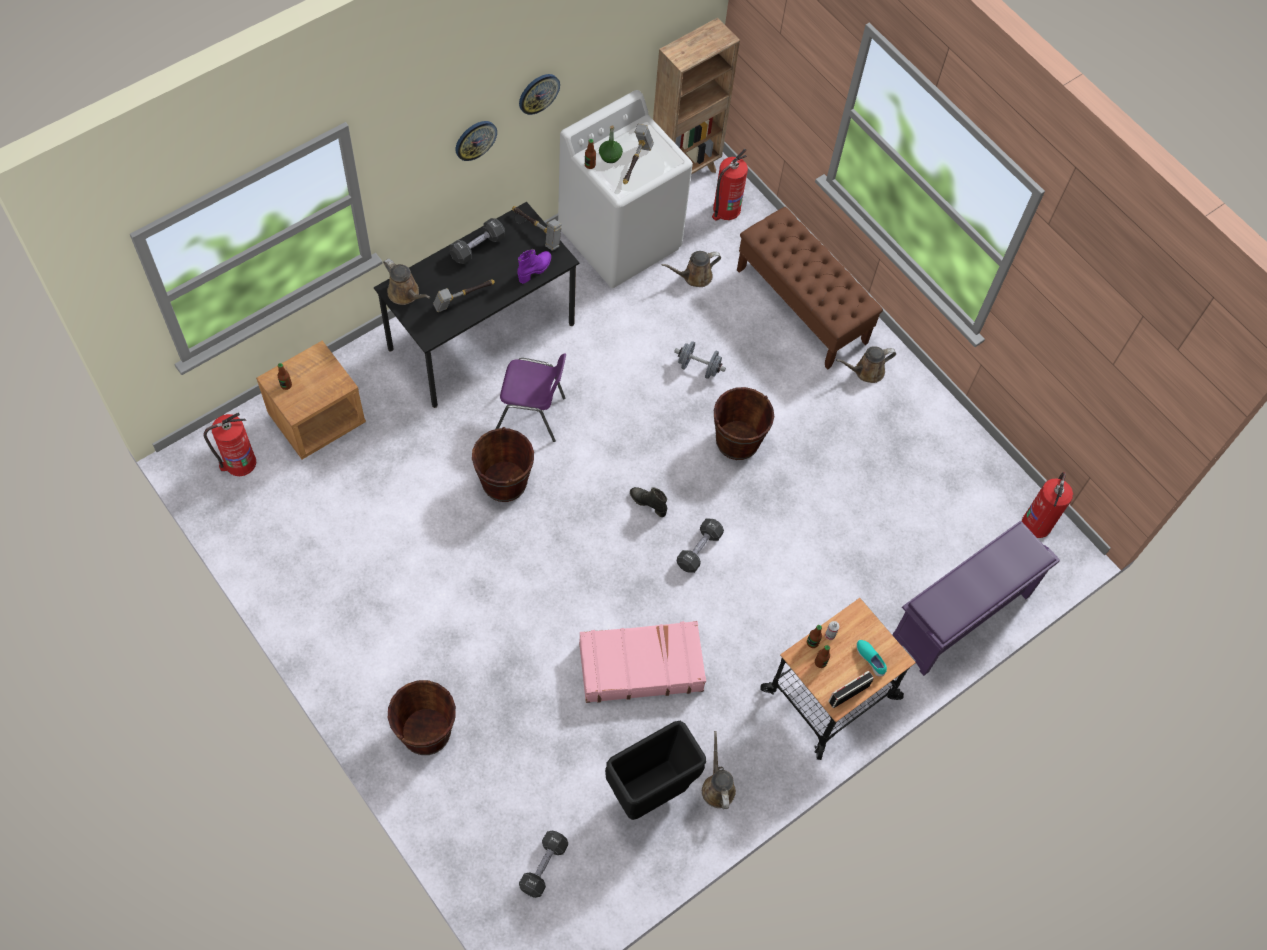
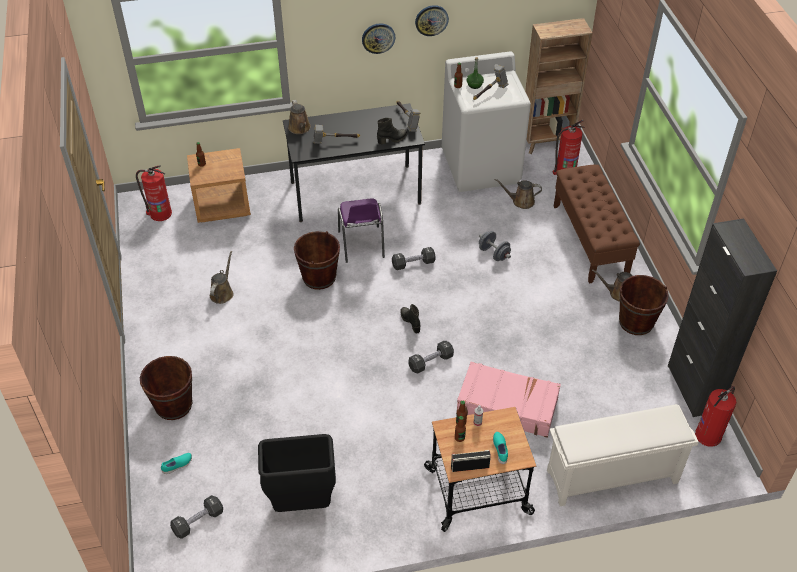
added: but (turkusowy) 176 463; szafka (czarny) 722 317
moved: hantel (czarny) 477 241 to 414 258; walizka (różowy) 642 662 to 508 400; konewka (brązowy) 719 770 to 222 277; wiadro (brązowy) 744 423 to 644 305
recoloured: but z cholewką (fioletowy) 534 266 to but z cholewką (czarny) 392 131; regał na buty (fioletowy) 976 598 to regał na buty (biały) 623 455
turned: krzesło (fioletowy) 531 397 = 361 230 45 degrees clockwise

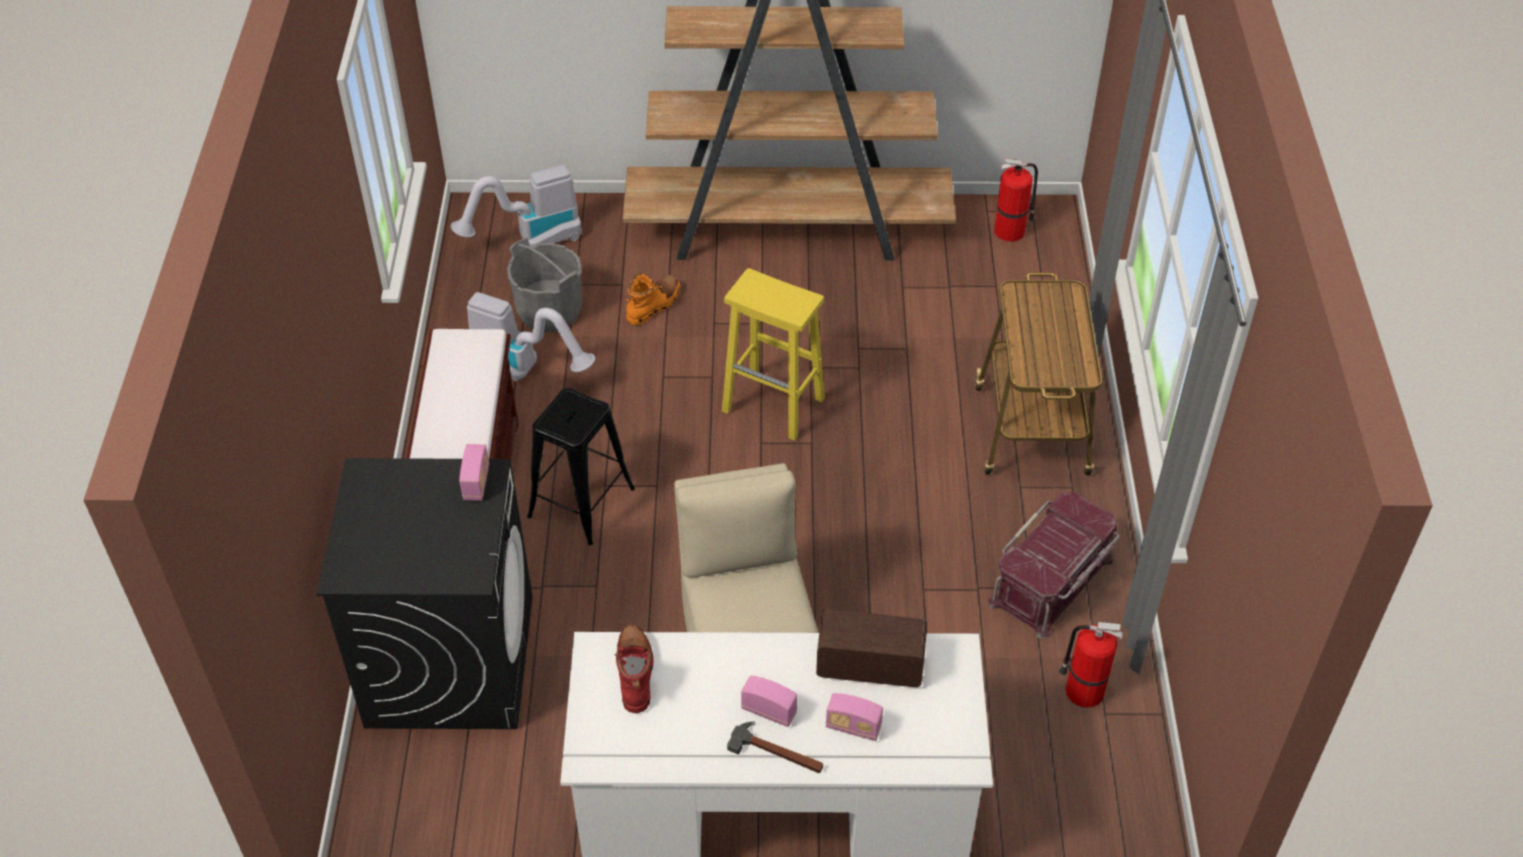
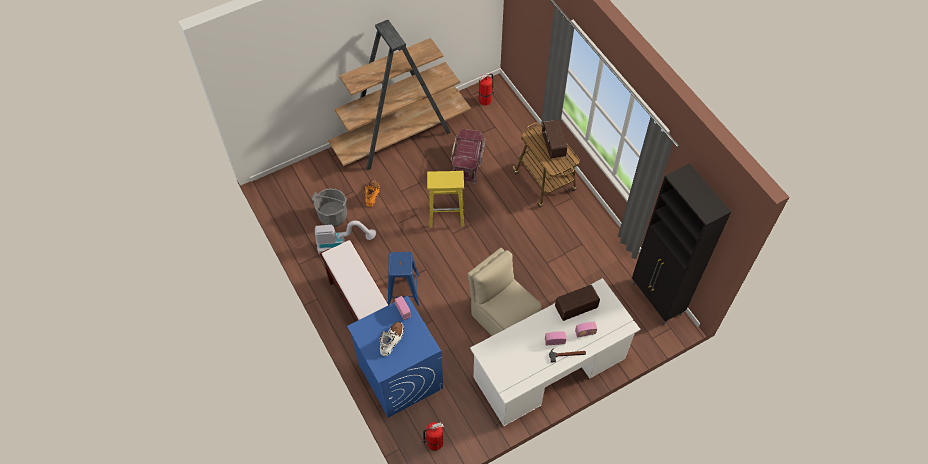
removed: odkurzacz 516 206; but z cholewką (czerwony) 634 669
added: but z cholewką (biały) 392 339; radio 554 139; szafka (czarny) 681 244
moved: pojemnik do przechowywania (czerwony) 1053 565 to 468 156; gaśnica 1091 665 to 433 436
recoloured: pralka (czarny) 425 593 to pralka (niebieski) 395 357; stołek (czarny) 581 466 to stołek (niebieski) 403 279

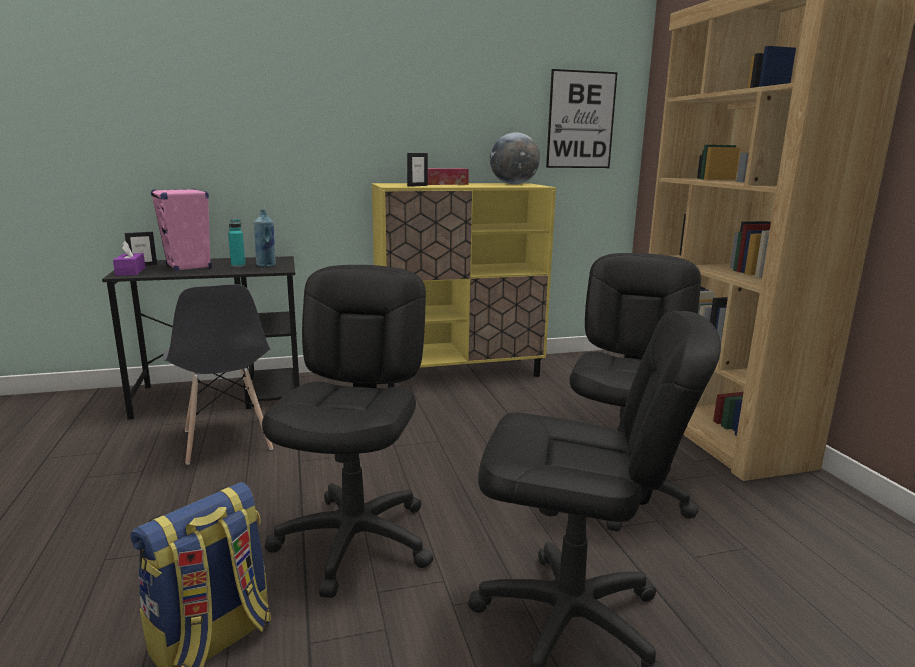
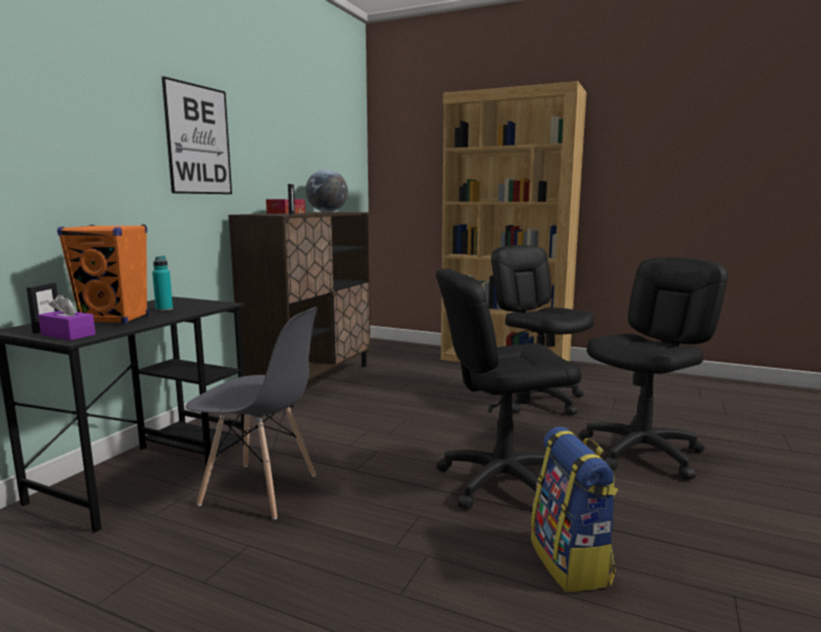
removed: butelka (niebieski) 265 238
moved: obraz 581 118 to 197 135
recoloured: głośnik (różowy) 181 230 to głośnik (pomarańczowy) 103 274; szafka (żółty) 464 285 to szafka (brązowy) 299 310
turned: krzesło biurowe (czarny) 347 431 = 509 389 60 degrees counterclockwise

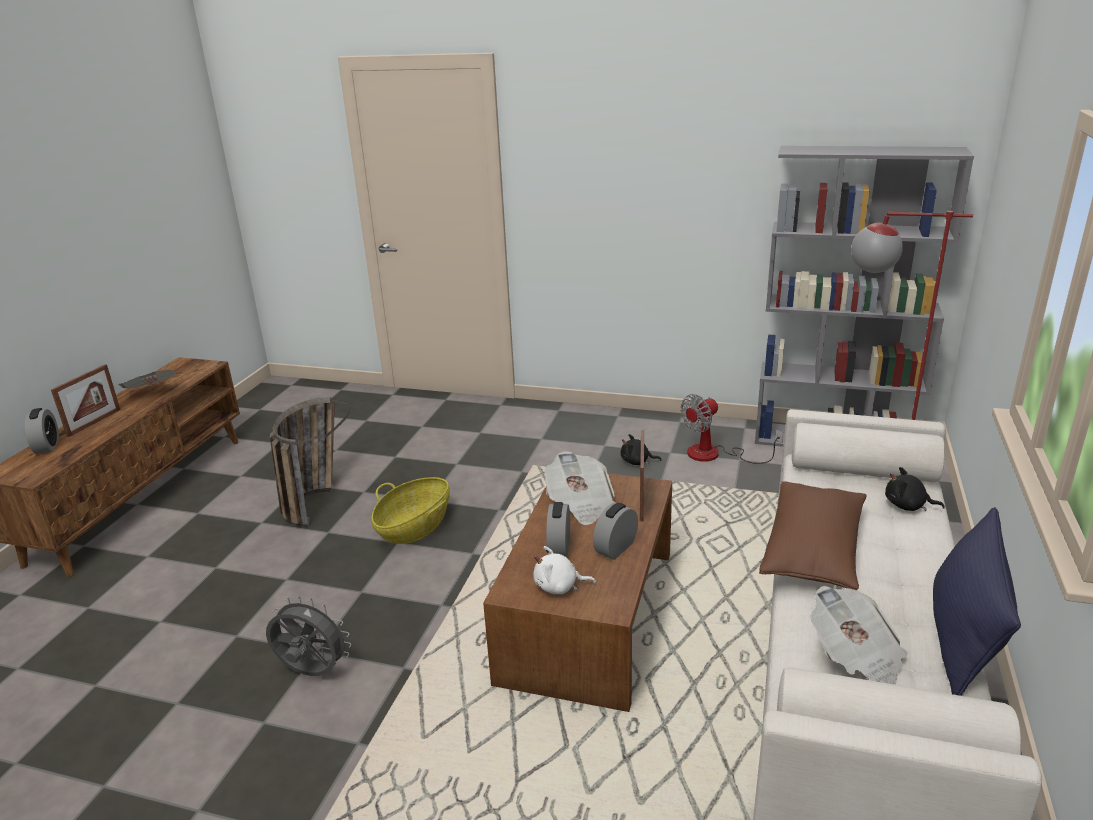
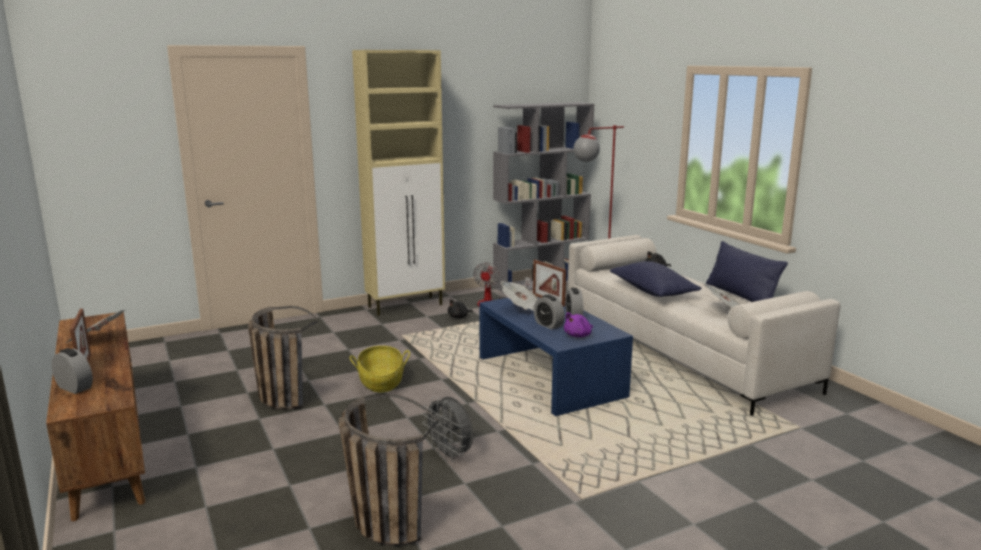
added: koszyk 388 470; szafka (beżowy) 398 183
recoloured: ława (brązowy) 577 592 to ława (niebieski) 556 356; pluszak (biały) 564 570 to pluszak (fioletowy) 578 324; poduszka (brązowy) 813 536 to poduszka (niebieski) 655 279
turned: wentylator (szary) 308 636 = 447 429 105 degrees counterclockwise

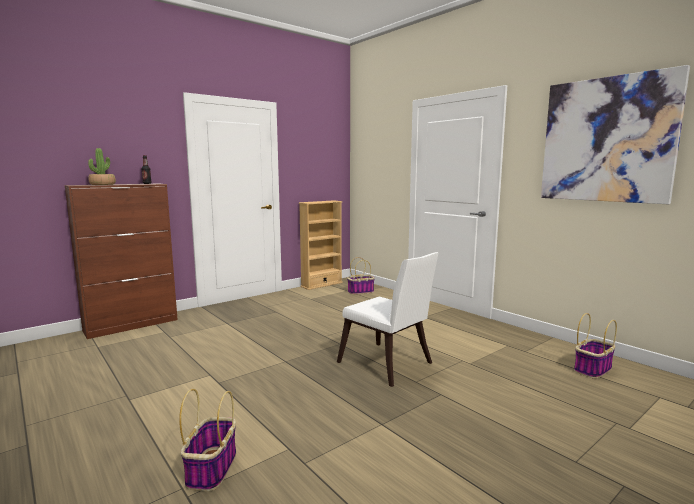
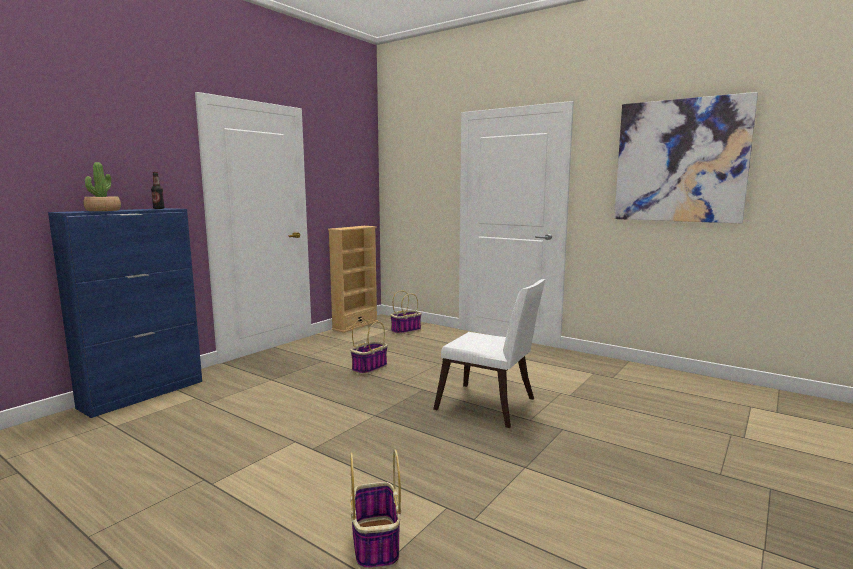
moved: koszyk 595 346 to 369 346
recoloured: szafka (brązowy) 121 261 to szafka (niebieski) 125 313

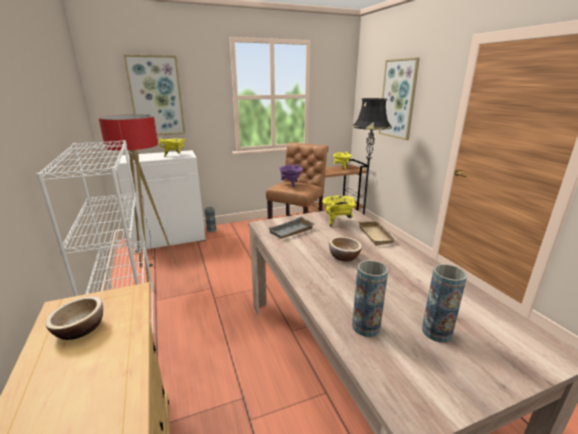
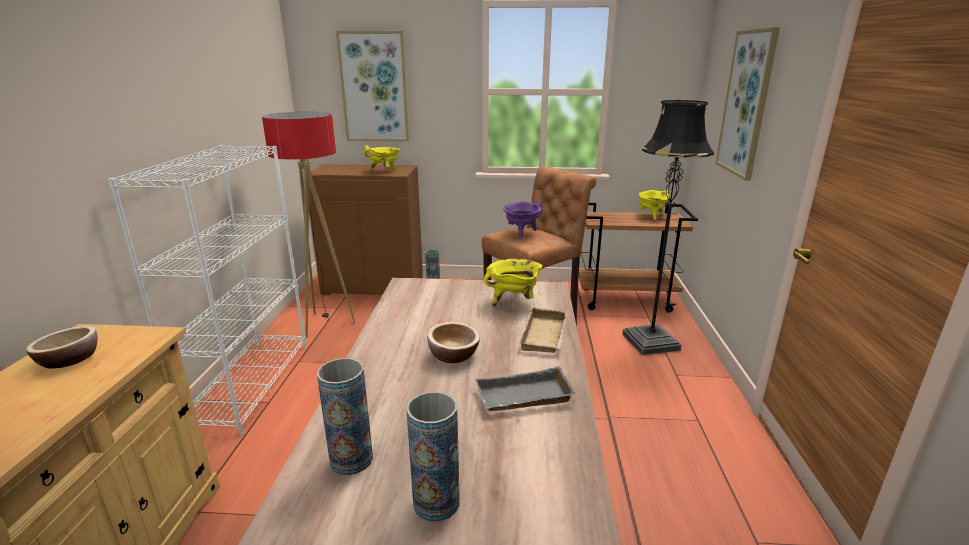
moved: taca (szary) 292 227 to 526 388
recoloured: szafka (biały) 161 201 to szafka (brązowy) 366 229

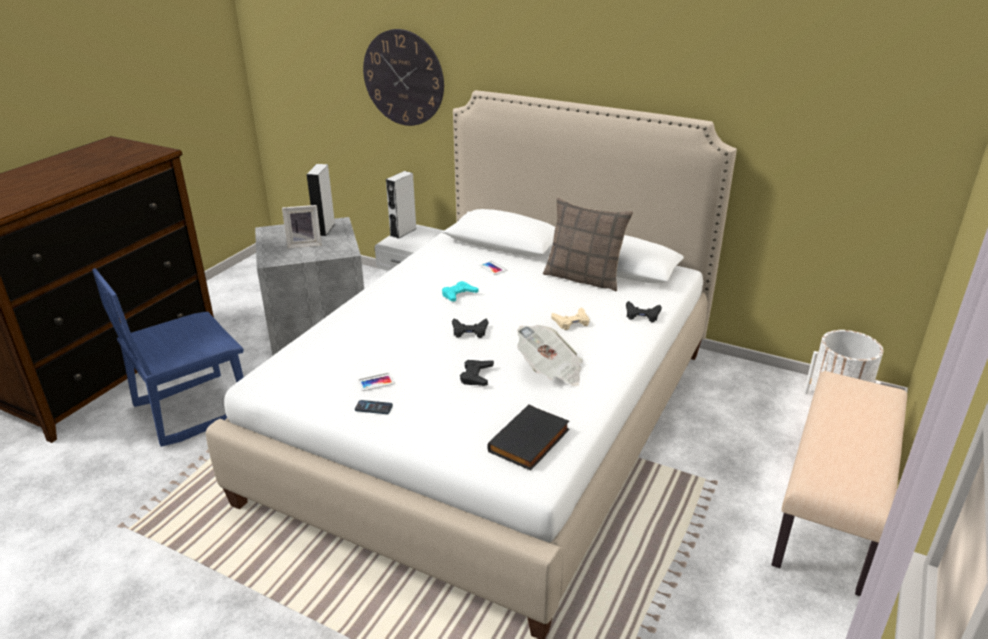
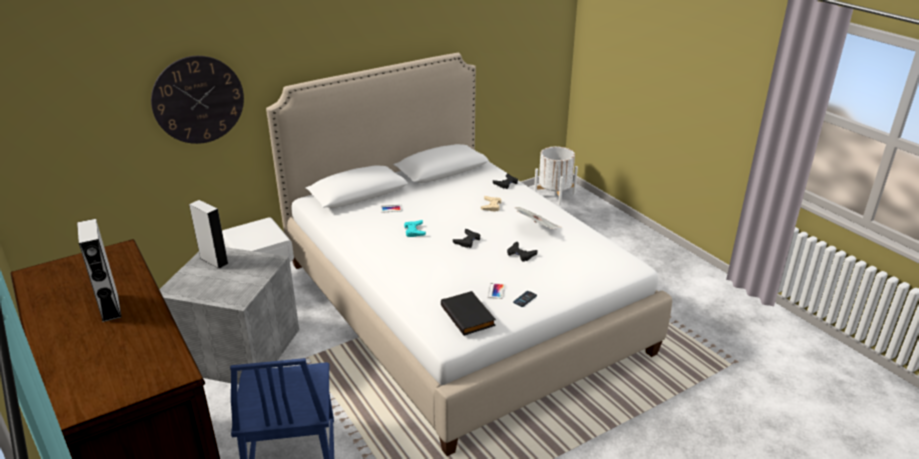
removed: ramka na zdjęcie 302 226; poduszka 588 244; ławka (beżowy) 839 483
moved: głośnik (szary) 401 205 to 99 270; książka (czarny) 528 437 to 468 313

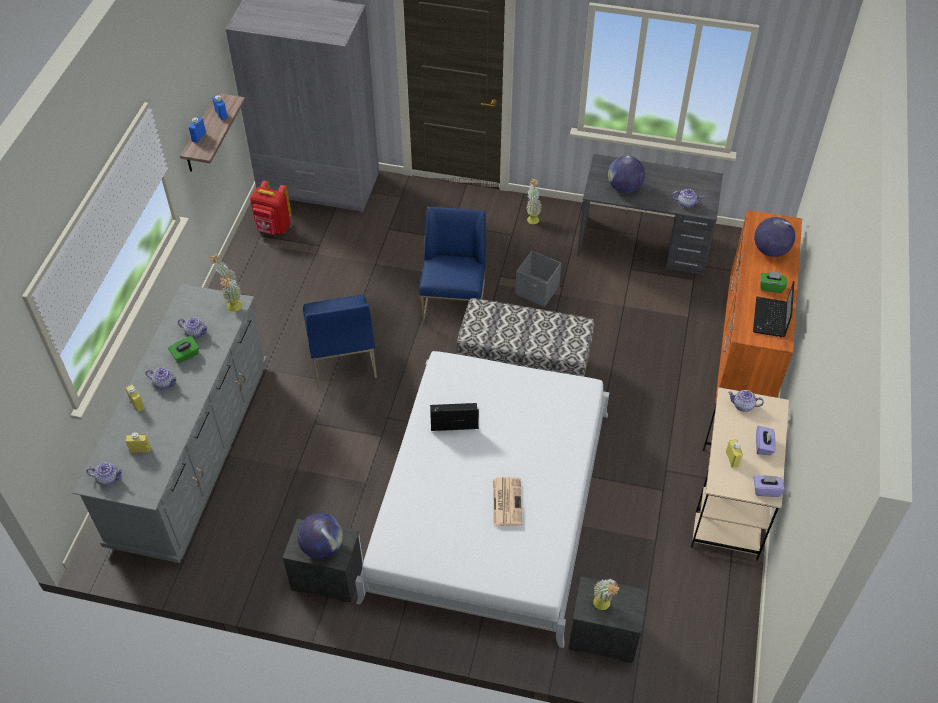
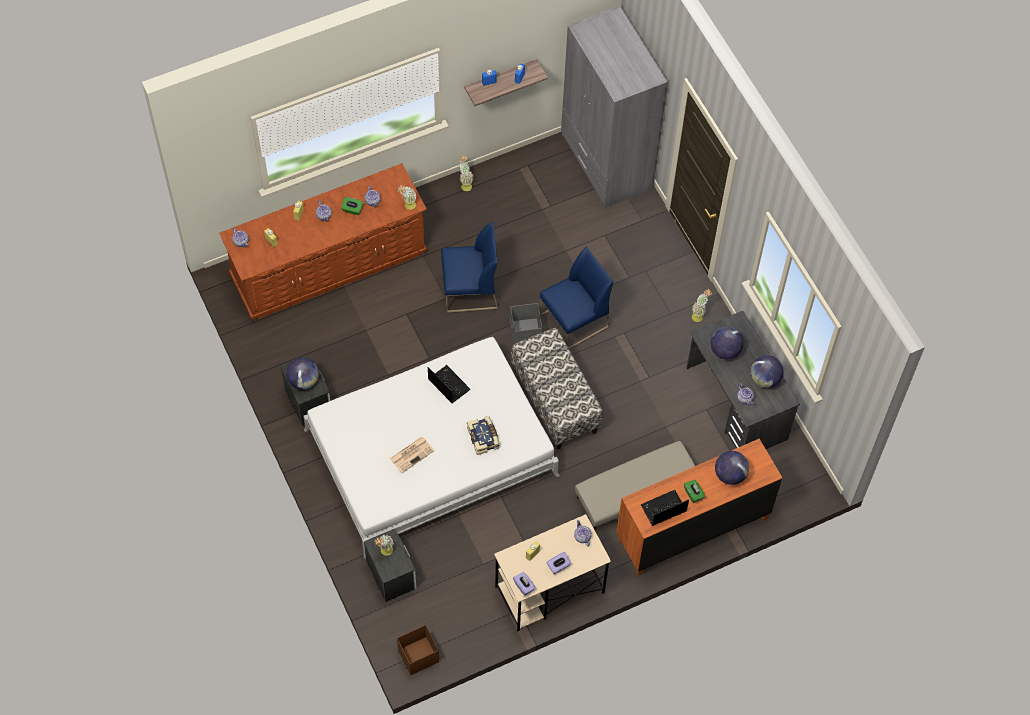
removed: plecak (czerwony) 271 208
added: pojemnik do przechowywania (brązowy) 418 650; książka 483 435; pufa (beżowy) 635 485; globus 767 371
moved: pojemnik do przechowywania (szary) 538 279 to 526 323
recoloured: komoda (szary) 170 423 to komoda (brązowy) 323 241
turned: krzesło (niebieski) 340 341 = 469 267 135 degrees counterclockwise

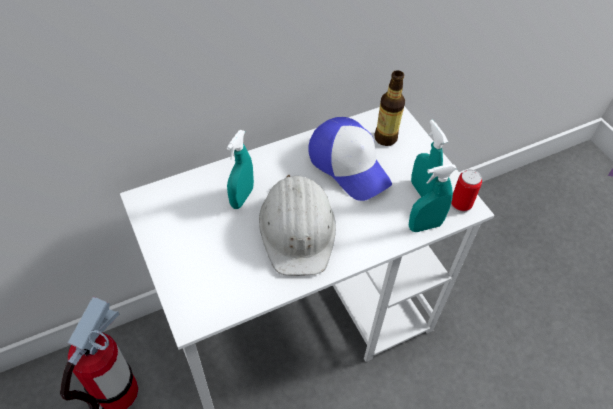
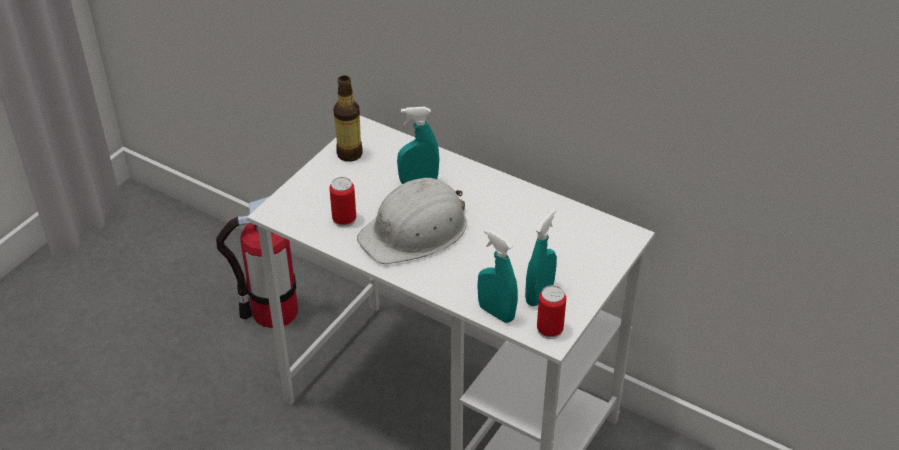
removed: czapka z daszkiem 350 159
added: puszka 342 202
moved: butelka 390 108 to 348 118

